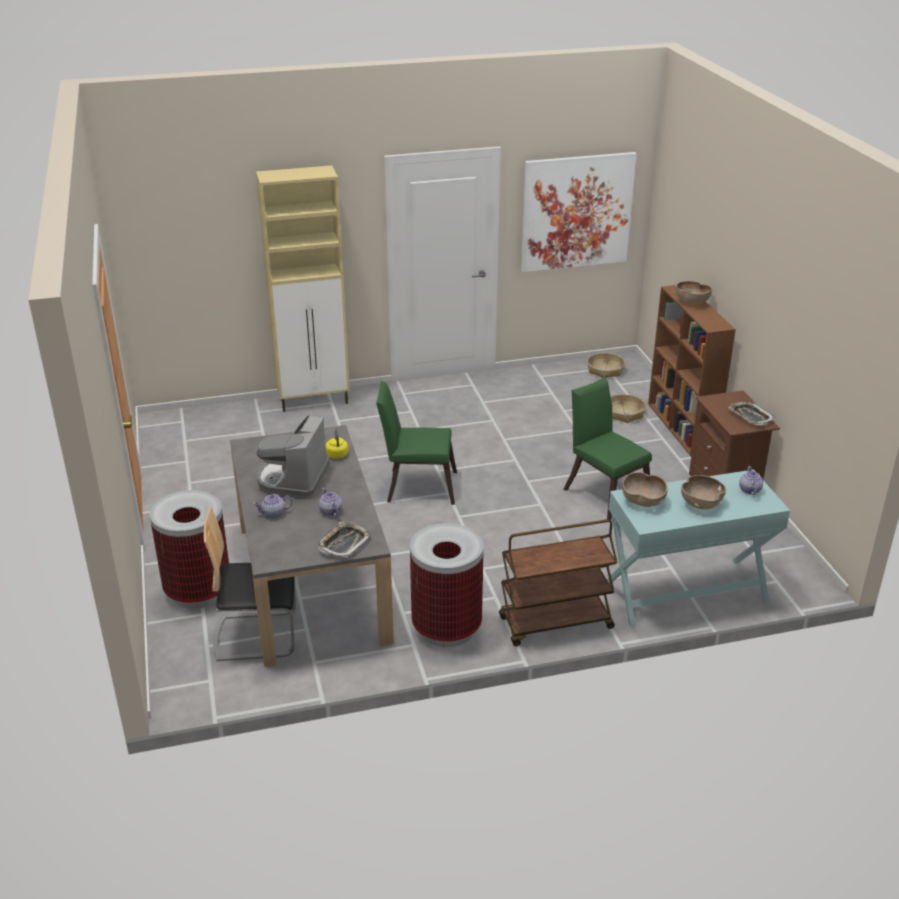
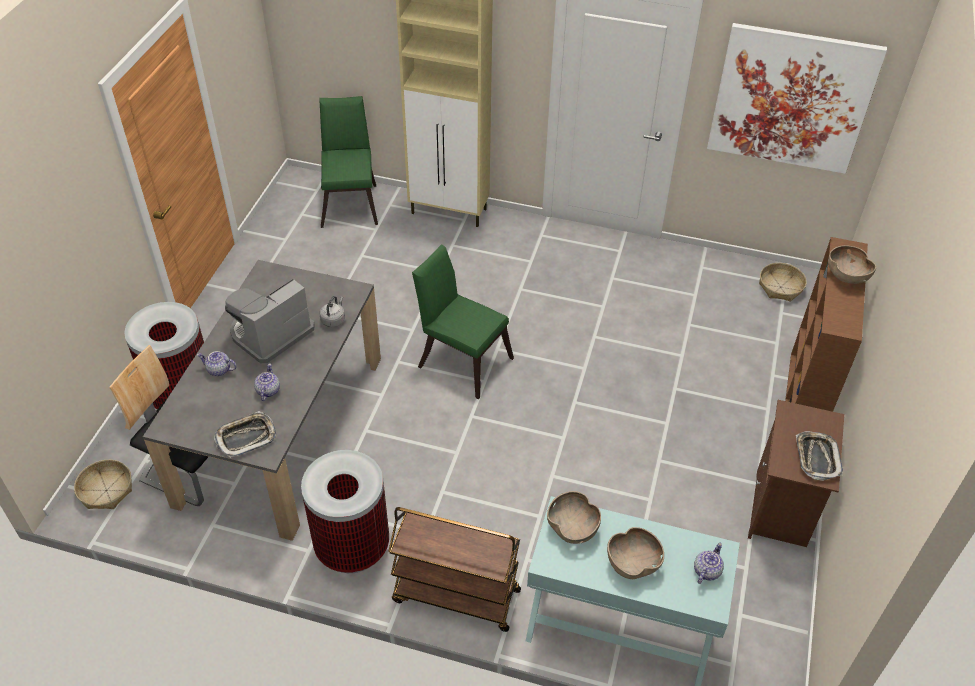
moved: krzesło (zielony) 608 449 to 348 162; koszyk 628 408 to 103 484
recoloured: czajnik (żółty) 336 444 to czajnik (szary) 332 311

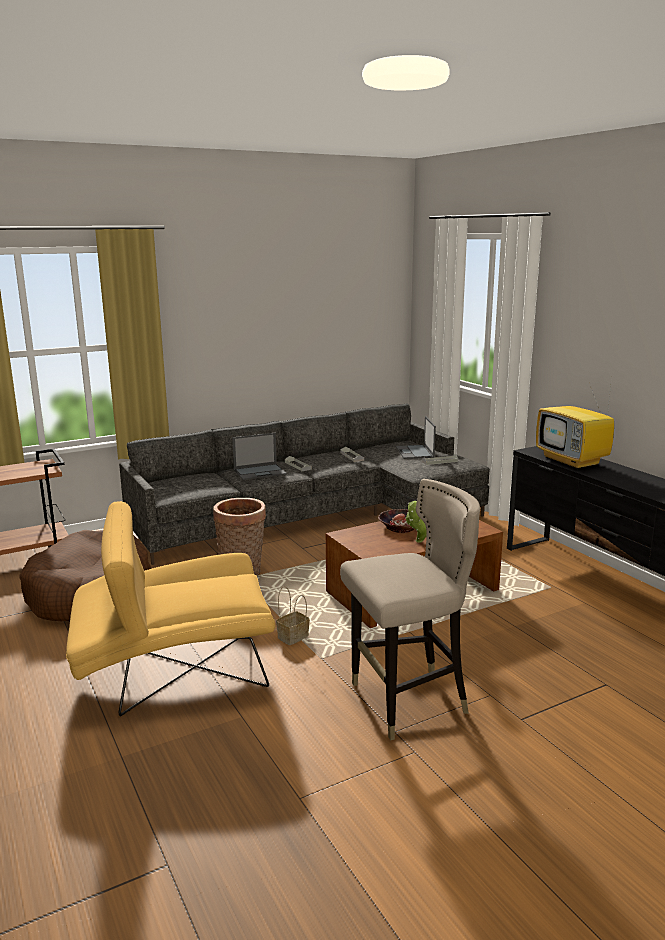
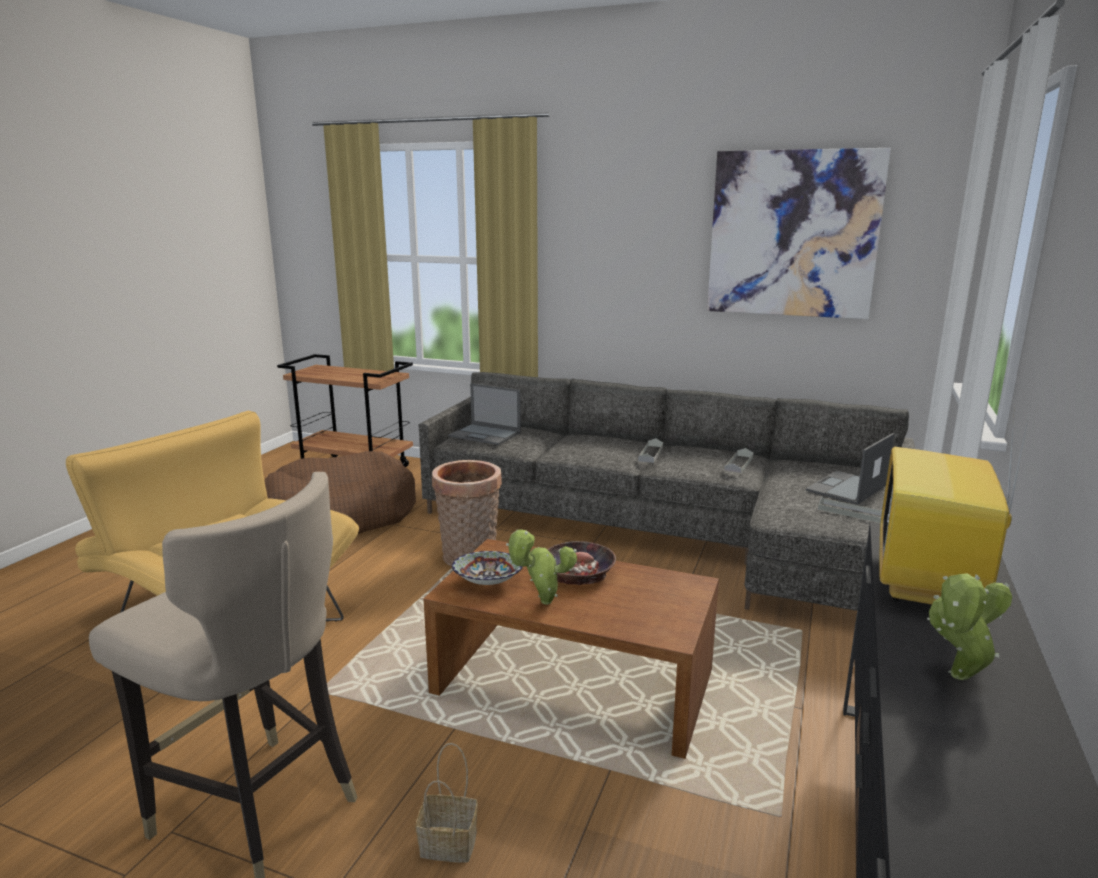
added: miska 487 568; obraz 799 233; roślina doniczkowa 969 626
moved: laptop 259 456 to 484 414; koszyk 293 615 to 447 803

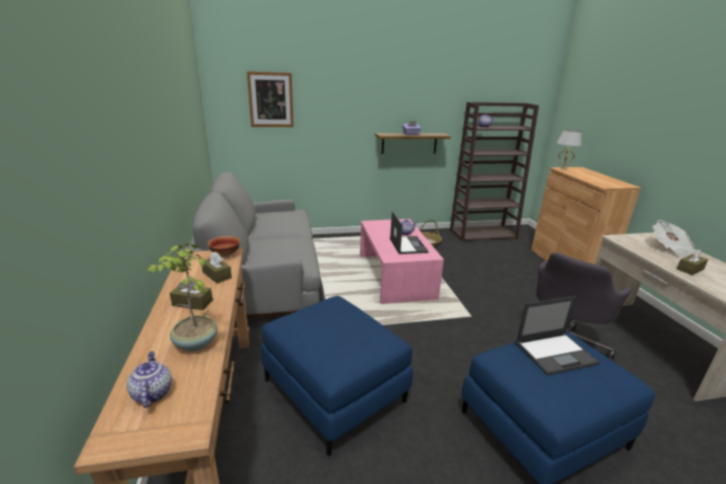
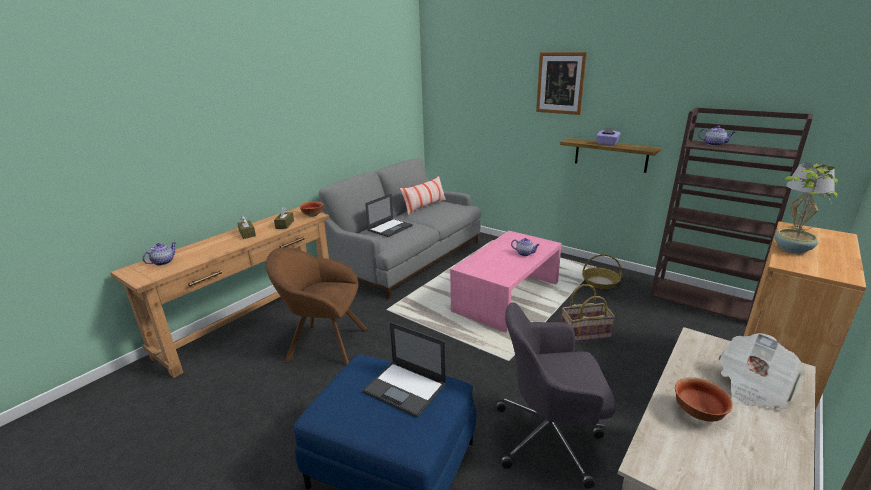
added: poduszka 422 195; koszyk 588 313
moved: roślina doniczkowa 182 296 to 806 209; obraz 270 99 to 561 83; laptop 409 232 to 389 215
replaced: pufa (niebieski) 337 376 to fotel (brązowy) 316 306; pudełko chusteczek (brązowy) 692 262 to miska 704 399

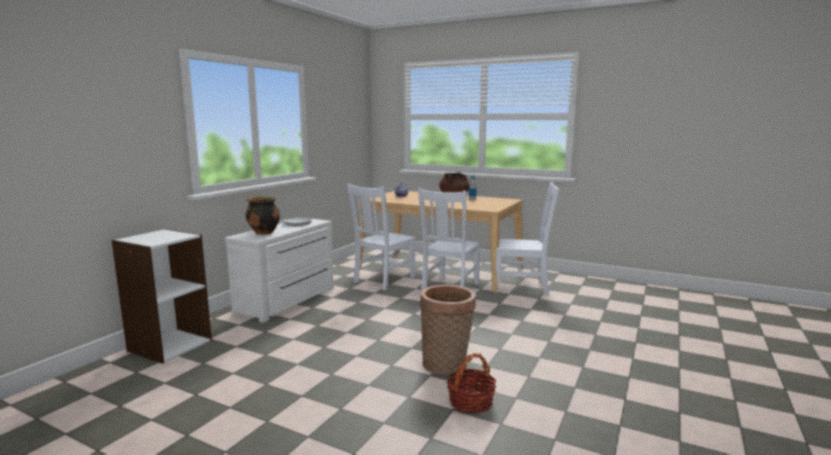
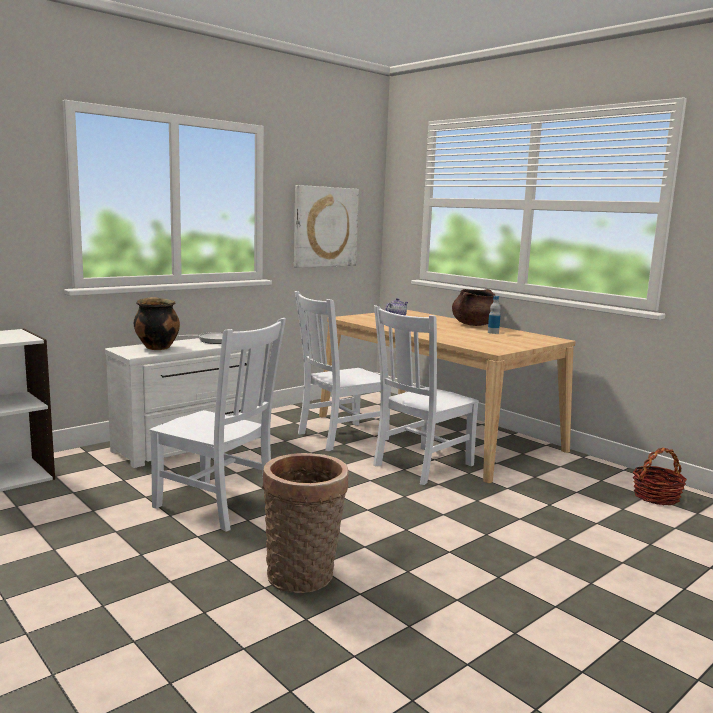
added: obraz 326 226
moved: koszyk 471 383 to 659 476; krzesło (biały) 528 238 to 218 425

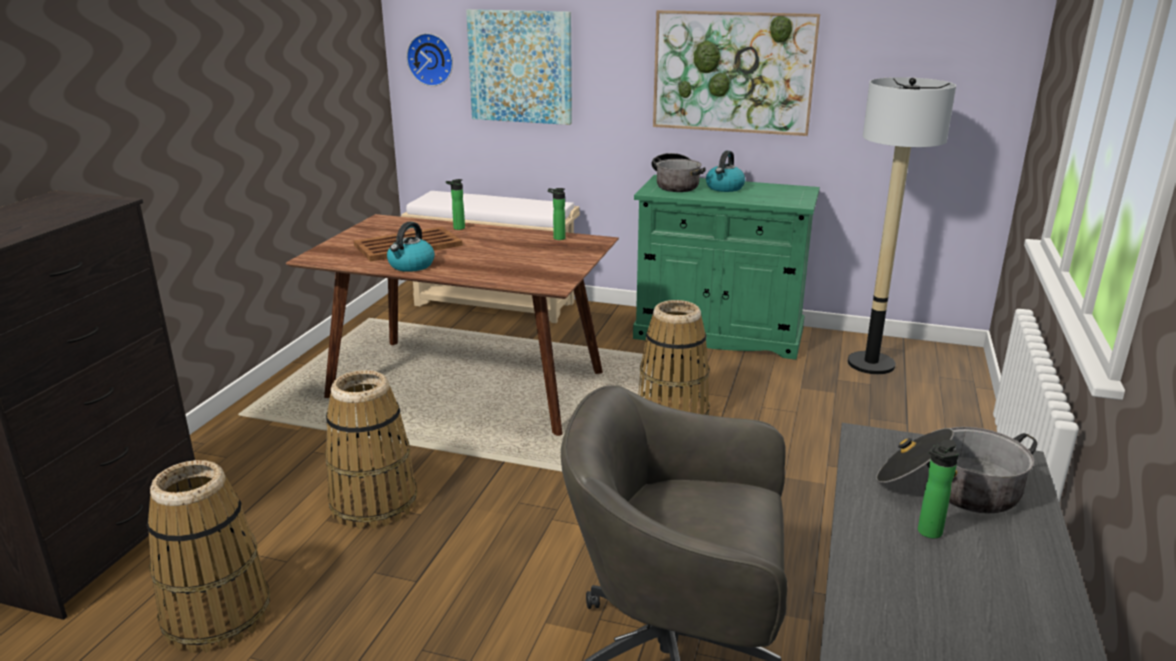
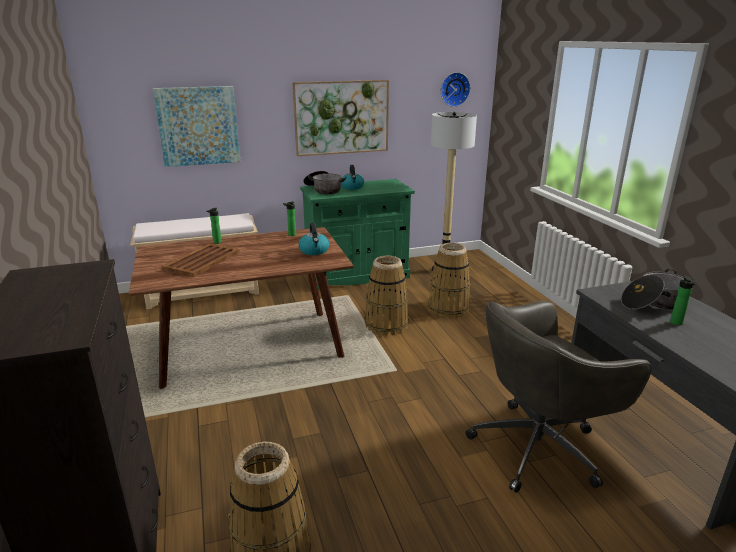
moved: koszyk 371 449 to 449 280; czajnik 411 247 to 314 238; zegar ścienny 429 59 to 455 89

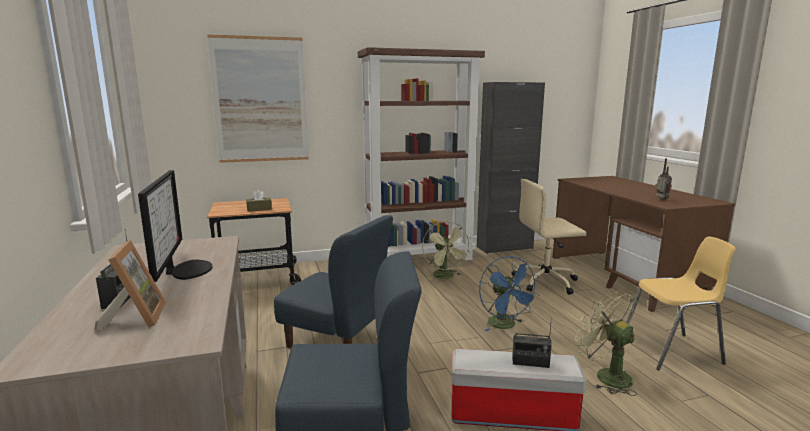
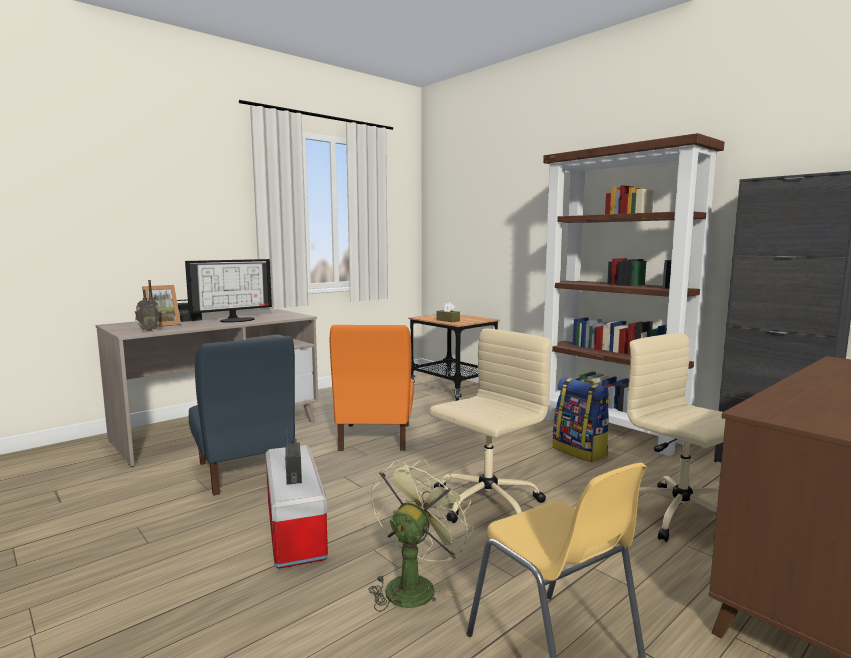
removed: obraz 258 98
moved: radio 663 179 to 147 305
replaced: wentylator (zielony) 446 250 to plecak 581 419; wentylator (niebieski) 509 293 to krzesło biurowe (beżowy) 490 425
recoloured: krzesło (niebieski) 333 281 to krzesło (pomarańczowy) 372 388

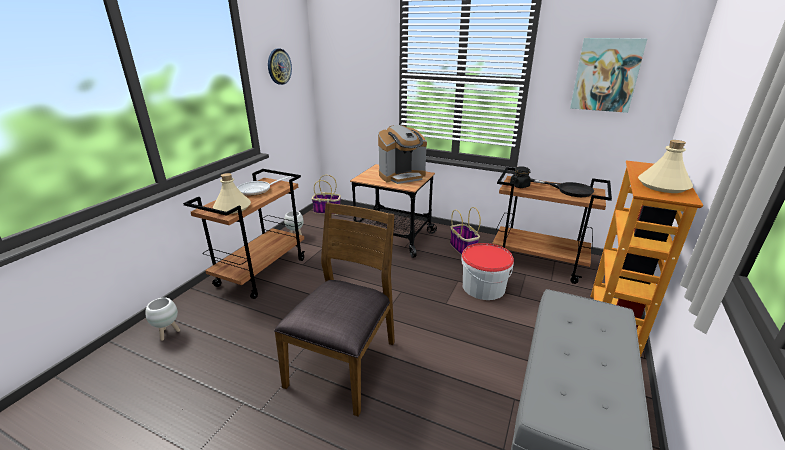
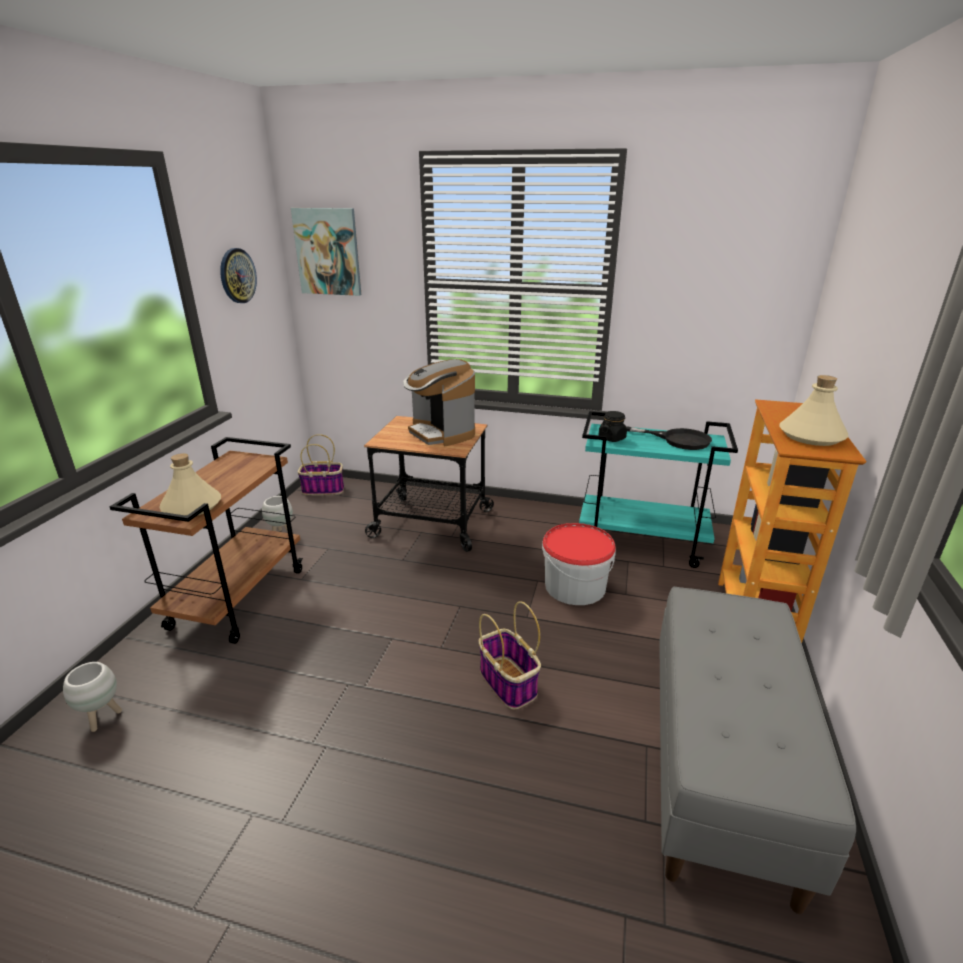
removed: patelnia 264 186; krzesło (brązowy) 334 309
moved: koszyk 465 231 to 510 655; obraz 608 75 to 326 252
recoloured: wózek (brązowy) 552 225 to wózek (turkusowy) 658 489
turned: ekspres do kawy 402 154 = 439 402 90 degrees clockwise

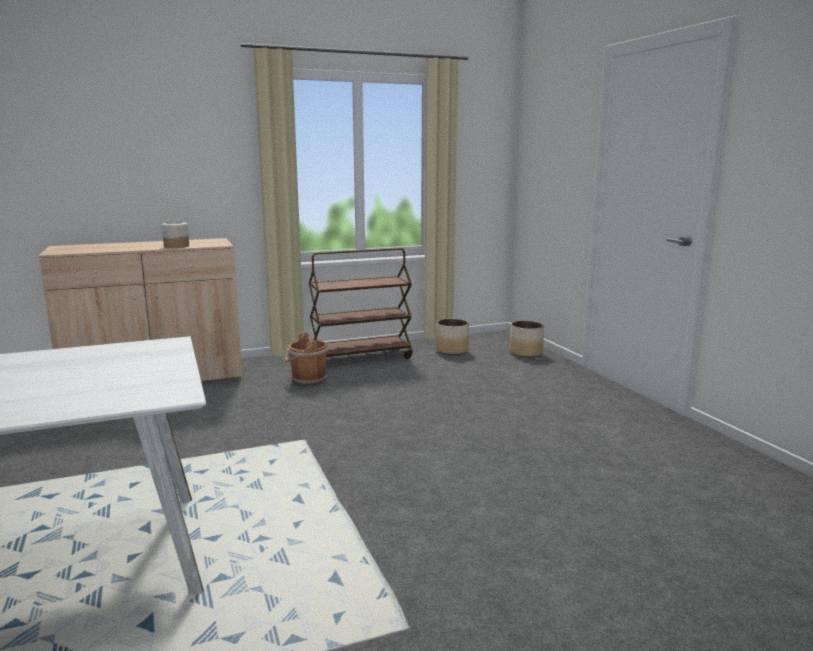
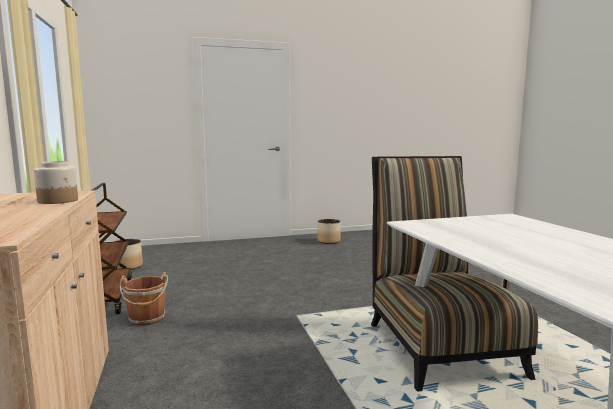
added: krzesło 454 274
moved: donica 527 339 to 329 231

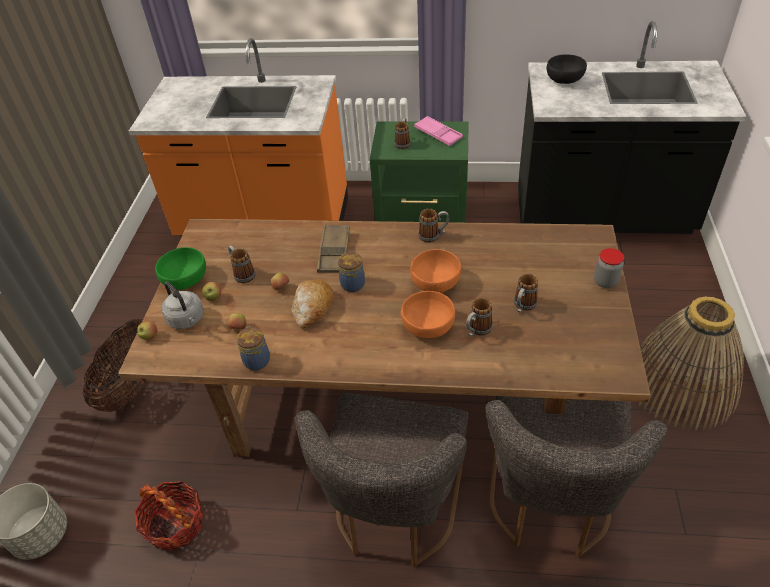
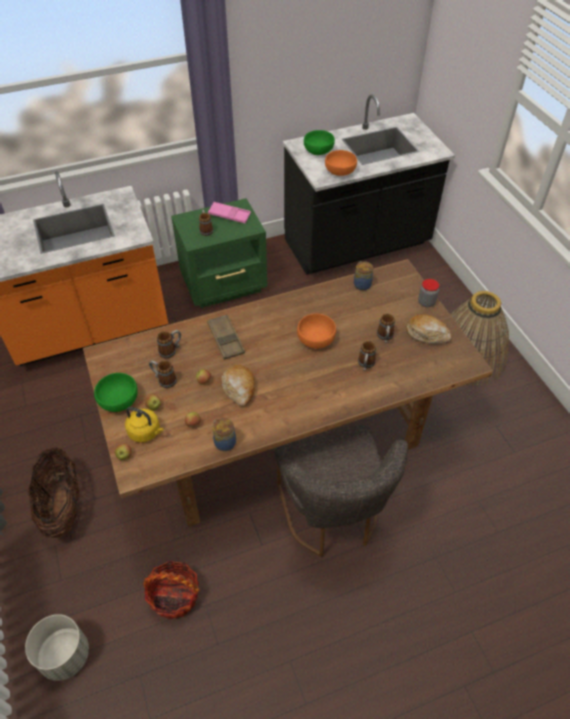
removed: krzesło (szary) 576 476
added: chleb 429 329
moved: słoik 351 272 to 363 275; miska (pomarańczowy) 428 314 to 341 163; kubek 434 226 to 169 344
recoloured: czajnik (szary) 182 305 to czajnik (żółty) 144 424; miska (czarny) 566 69 to miska (zielony) 319 142

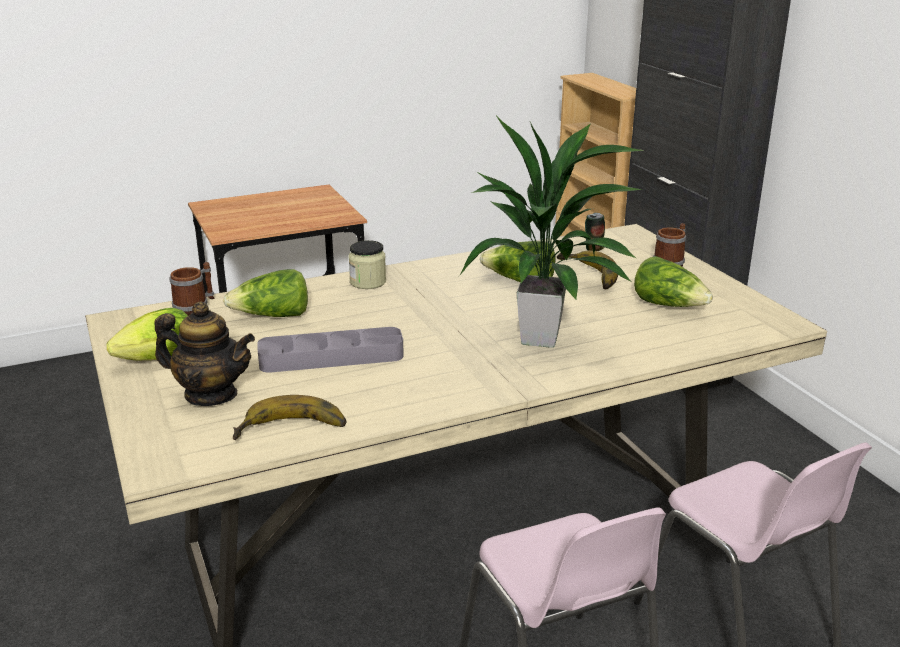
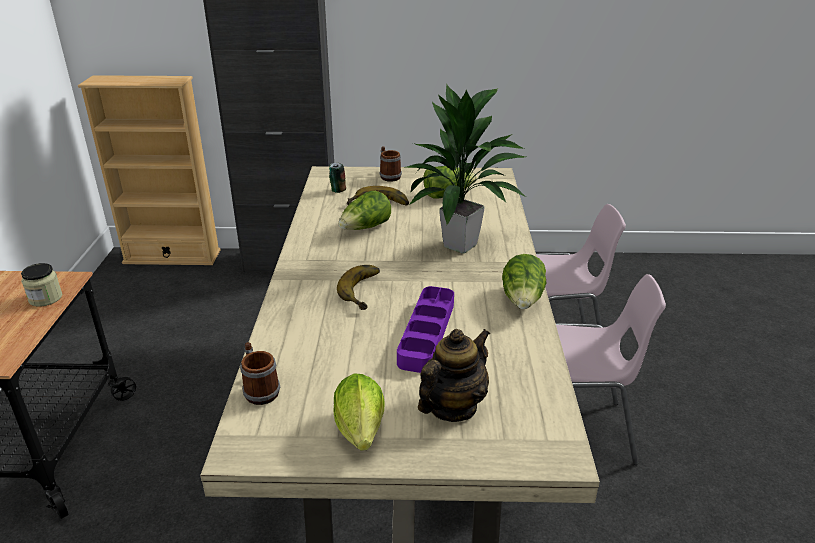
moved: sałata 265 293 to 524 281; banan 289 417 to 358 287; słoik 367 264 to 41 285
recoloured: taca (szary) 331 350 to taca (fioletowy) 425 329

